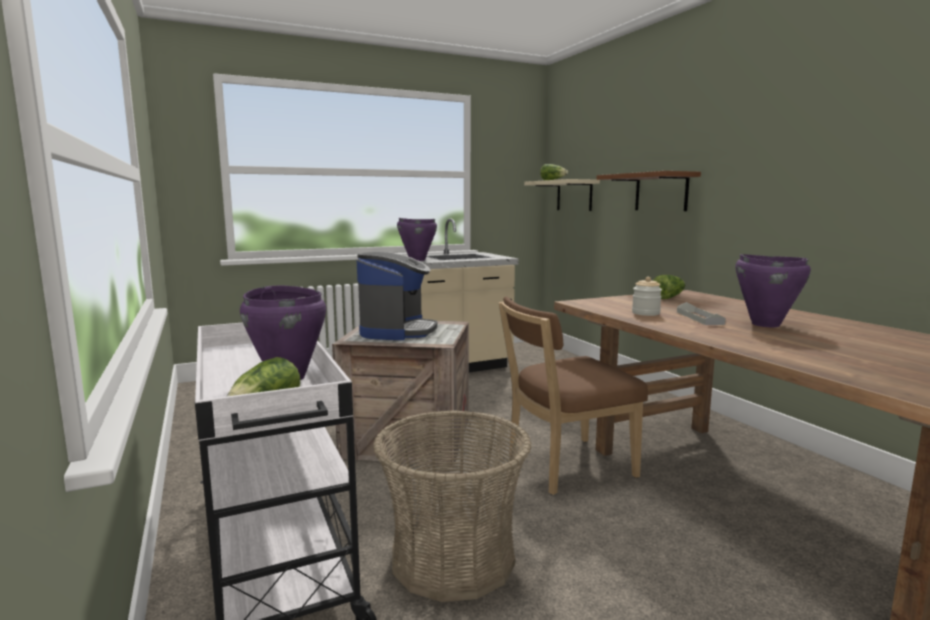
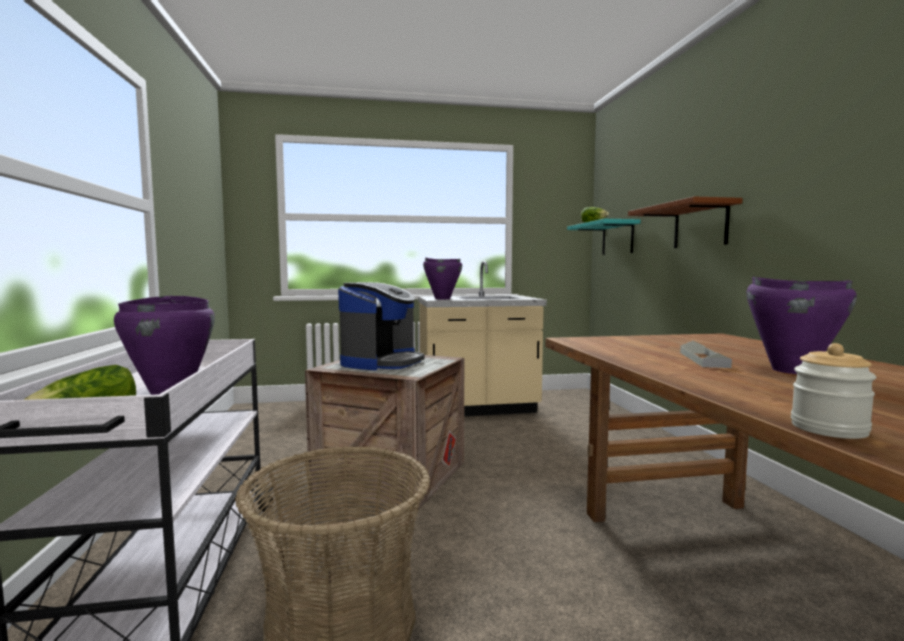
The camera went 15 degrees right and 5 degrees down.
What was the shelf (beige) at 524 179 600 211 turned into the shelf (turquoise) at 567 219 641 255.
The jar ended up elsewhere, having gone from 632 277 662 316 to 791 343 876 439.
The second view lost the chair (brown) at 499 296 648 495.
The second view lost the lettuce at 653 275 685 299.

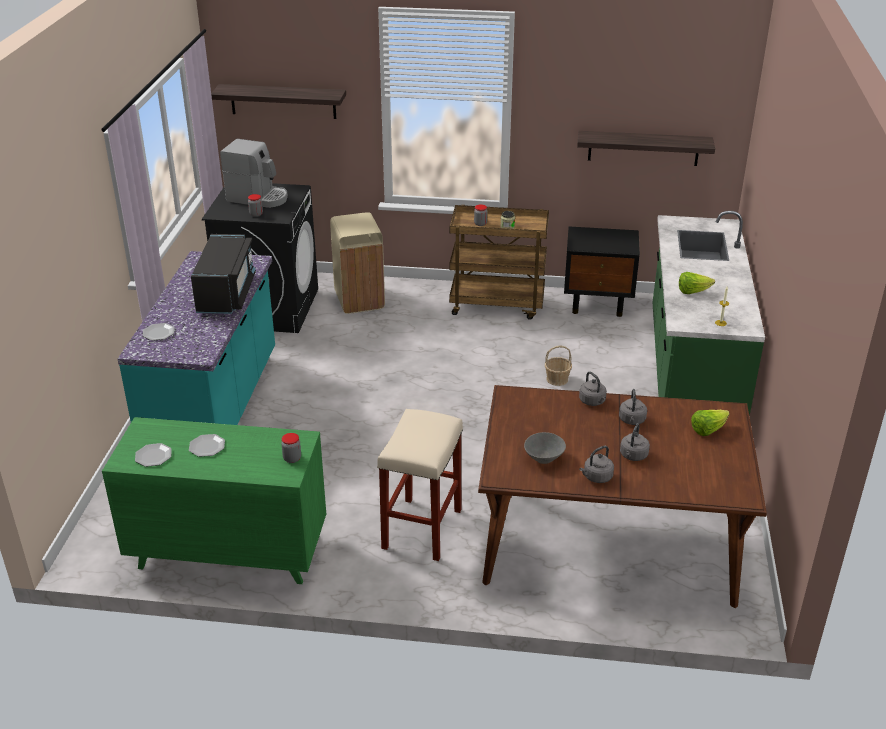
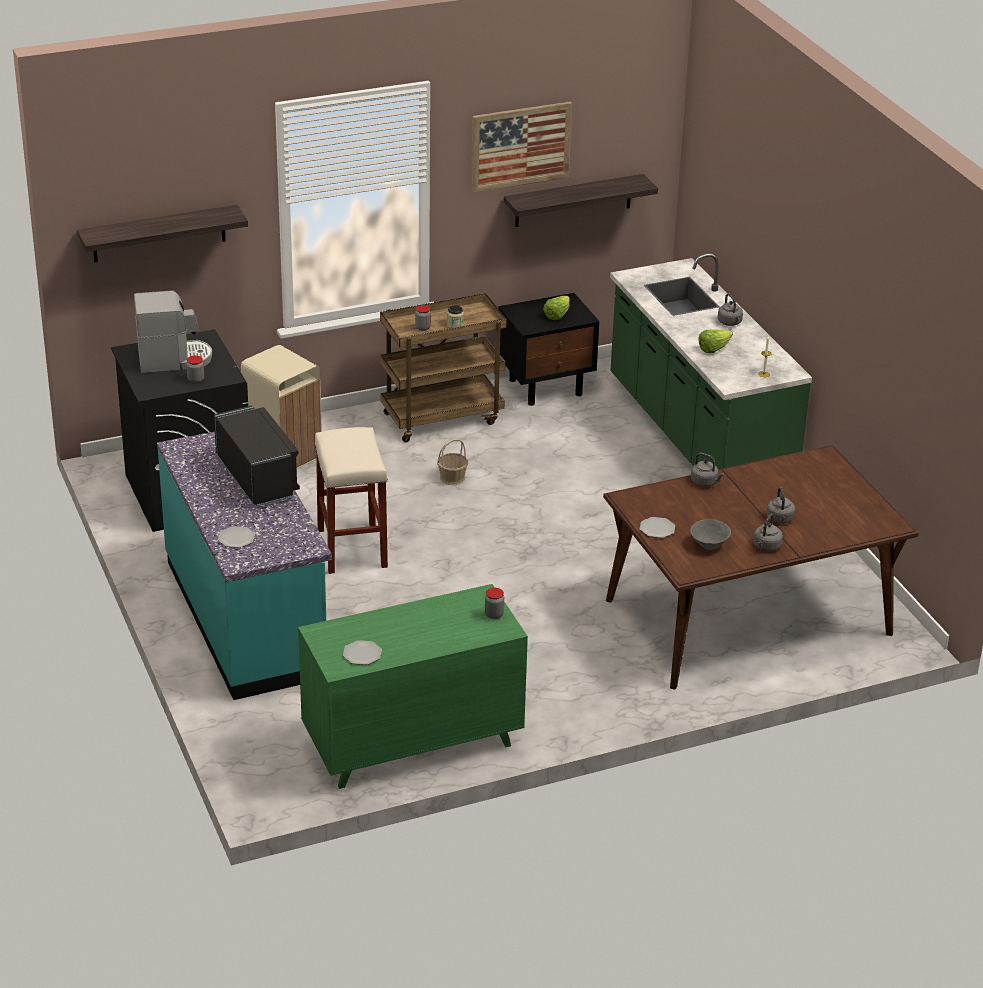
The camera went 30 degrees left and 0 degrees up.
The stool (beige) ended up elsewhere, having gone from 377 409 463 561 to 314 427 388 574.
The basket ended up elsewhere, having gone from 545 345 572 386 to 437 439 468 485.
The second view gained the picture at 471 101 572 193.
The lettuce ended up elsewhere, having gone from 691 410 729 436 to 543 296 570 320.
The plate ended up elsewhere, having gone from 189 434 225 457 to 640 517 675 538.
The kettle (grey) ended up elsewhere, having gone from 619 389 647 425 to 718 293 743 326.

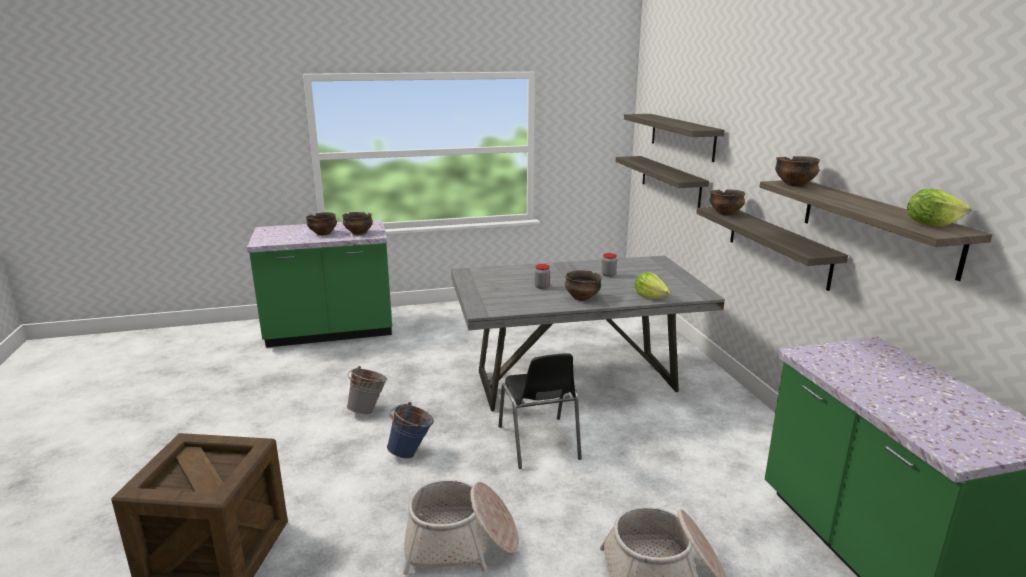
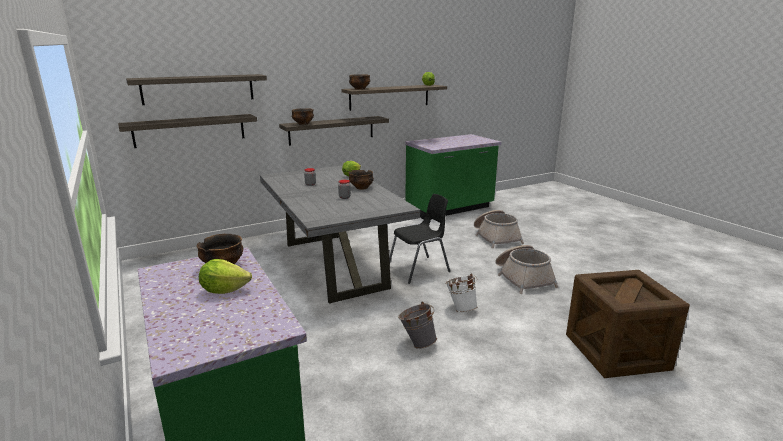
The camera went 105 degrees left and 0 degrees up.
Where the bowl stood at 306 212 337 235, the lettuce came to stand at 199 259 252 294.
What was the bucket (blue) at 387 402 434 459 turned into the bucket (white) at 445 273 478 312.

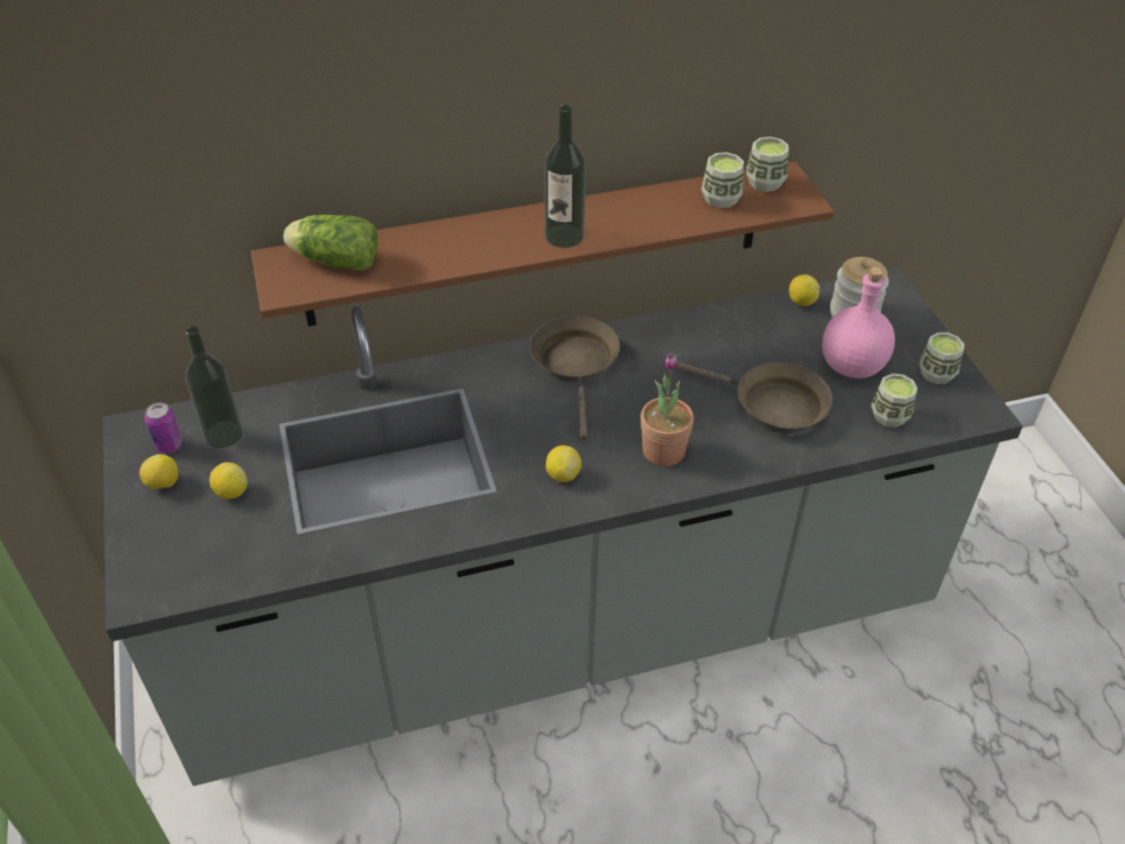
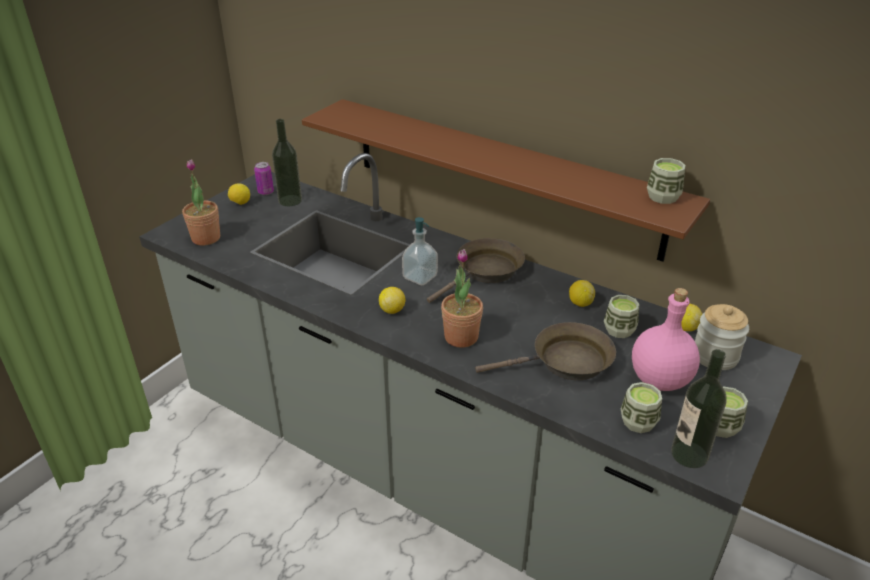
The camera went 50 degrees right and 10 degrees down.
The second view gained the potted plant at 182 159 220 245.
The second view gained the soap dispenser at 402 217 438 286.
The frying pan (brown) at 674 362 832 434 ended up facing another way, 90 degrees counterclockwise from before.
The lemon ended up elsewhere, having gone from 210 462 248 499 to 569 280 595 307.
The cup ended up elsewhere, having gone from 701 152 744 208 to 604 295 639 338.
The bottle ended up elsewhere, having gone from 544 104 586 248 to 671 349 727 468.
The second view lost the lettuce at 284 215 378 271.

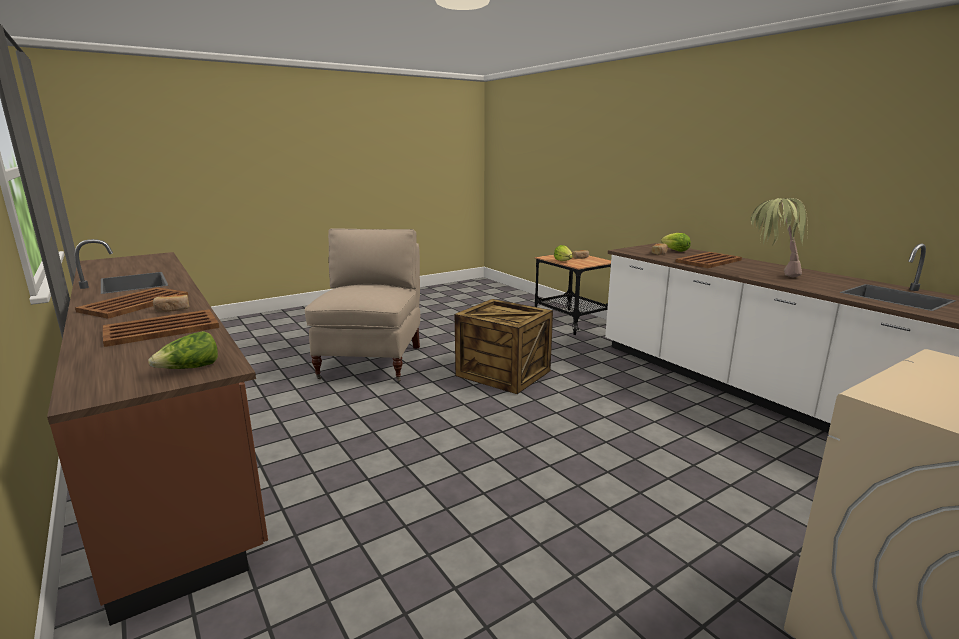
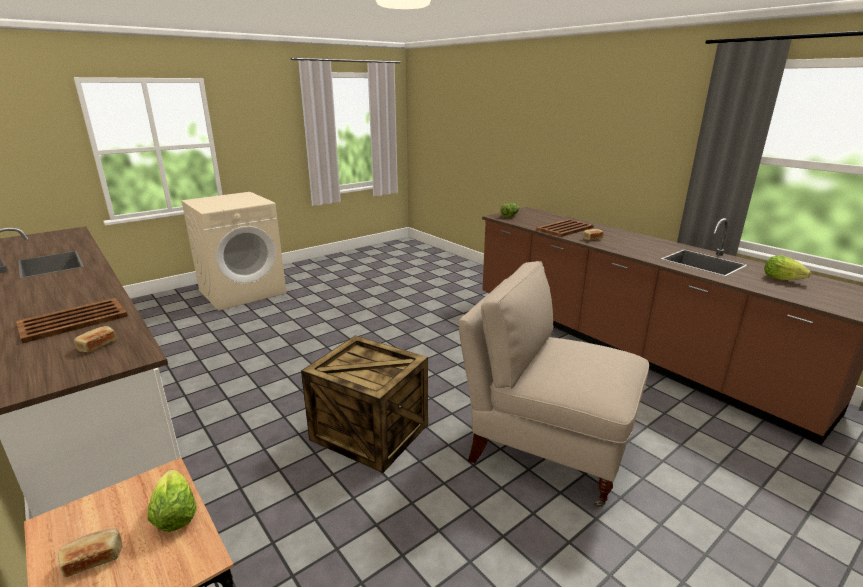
The camera went 175 degrees right and 5 degrees up.
The chair (beige) at 304 229 420 382 ended up facing another way, 120 degrees clockwise from before.
The lettuce ended up elsewhere, having gone from 661 233 691 252 to 764 255 811 280.
The second view lost the tray (brown) at 75 287 188 319.
The second view lost the potted plant at 751 198 808 278.

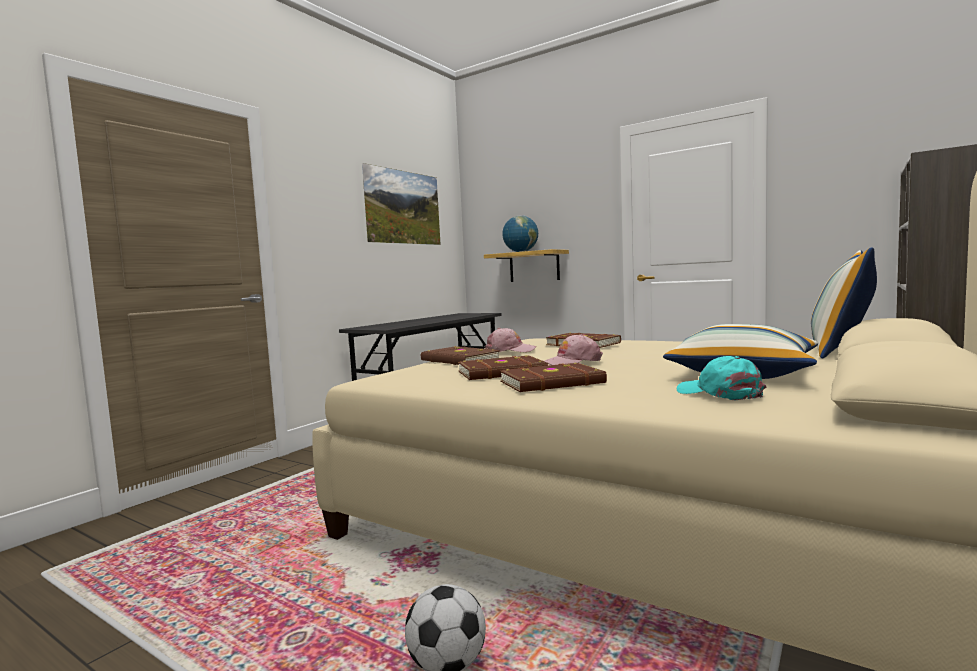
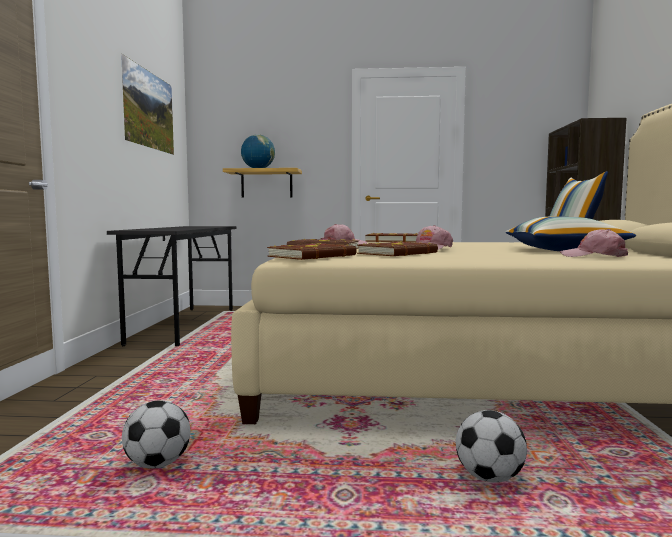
The camera went 30 degrees left and 0 degrees up.
The second view gained the football at 122 400 190 469.
The book (brown) ended up elsewhere, having gone from 500 363 607 392 to 267 243 356 260.
What was the cap (turquoise) at 677 356 766 400 turned into the cap (pink) at 560 229 628 257.

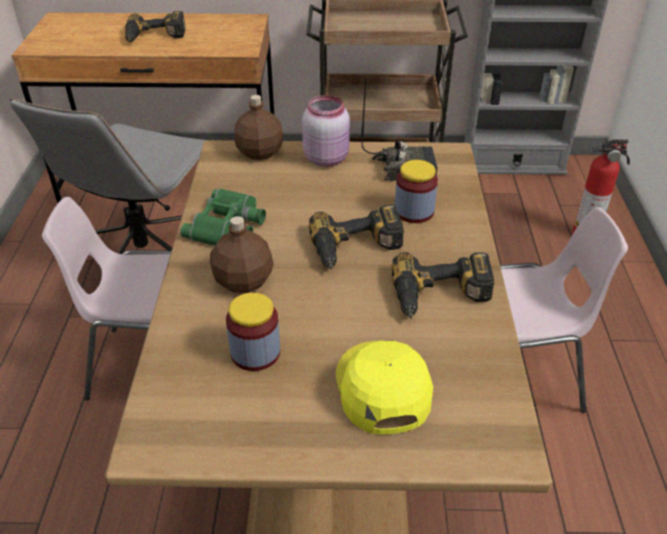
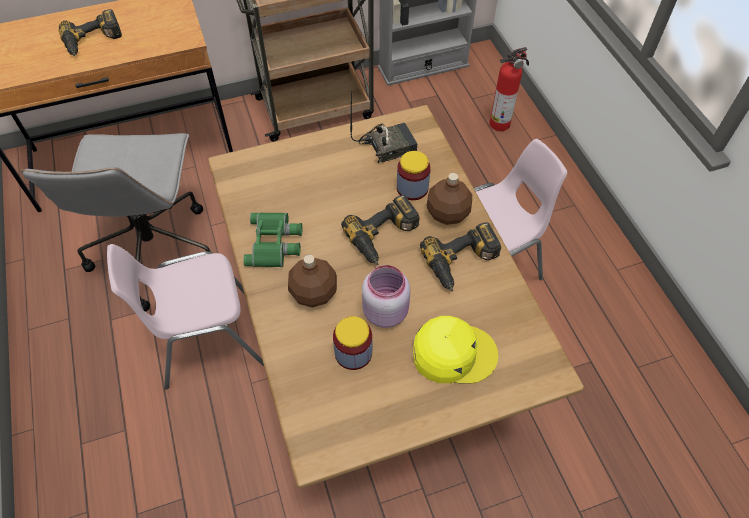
The camera went 20 degrees left and 15 degrees up.
The jar (pink) ended up elsewhere, having gone from 302 95 350 167 to 362 265 410 328.
The cap (yellow) at 336 341 433 435 ended up facing another way, 120 degrees clockwise from before.
The bottle (brown) ended up elsewhere, having gone from 235 95 283 160 to 426 173 472 225.

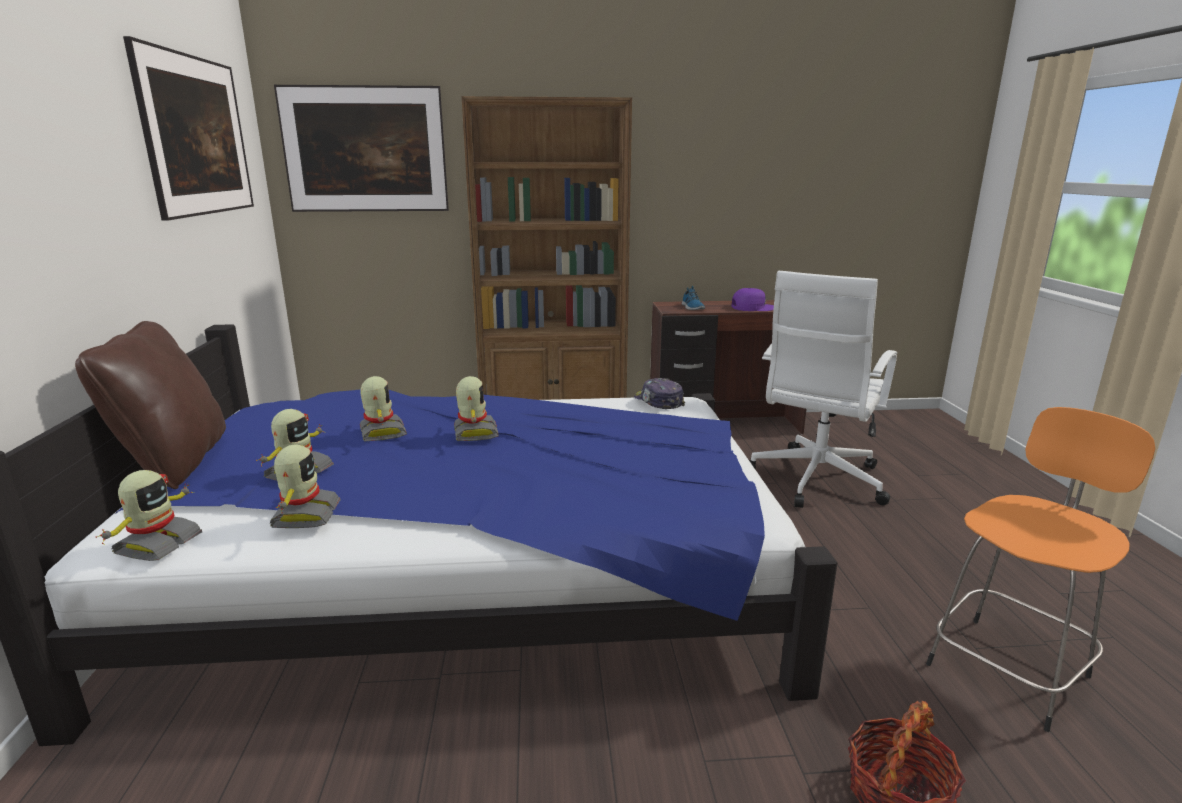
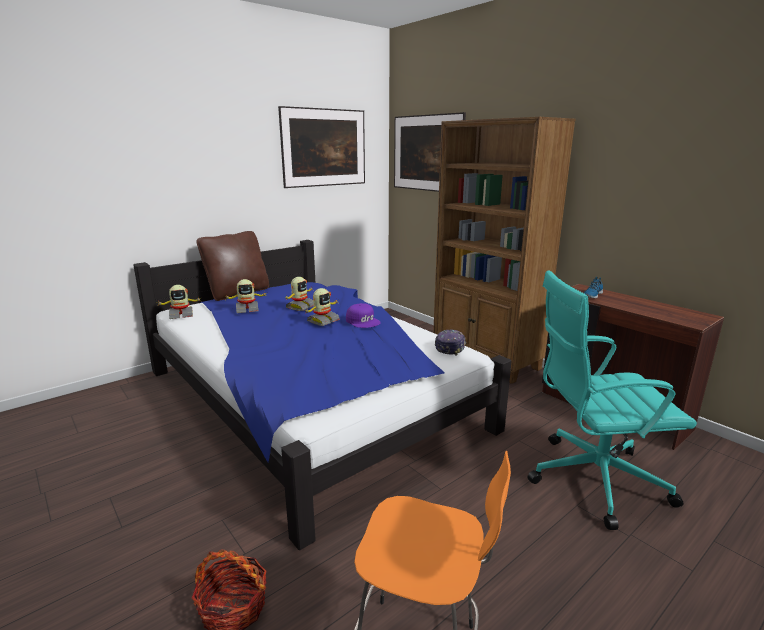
The camera went 55 degrees right and 0 degrees up.
The cap (purple) ended up elsewhere, having gone from 731 288 774 311 to 346 303 380 328.
What was the office chair (white) at 749 271 897 508 turned into the office chair (turquoise) at 527 271 697 530.
The second view lost the toy robot at 270 445 341 528.

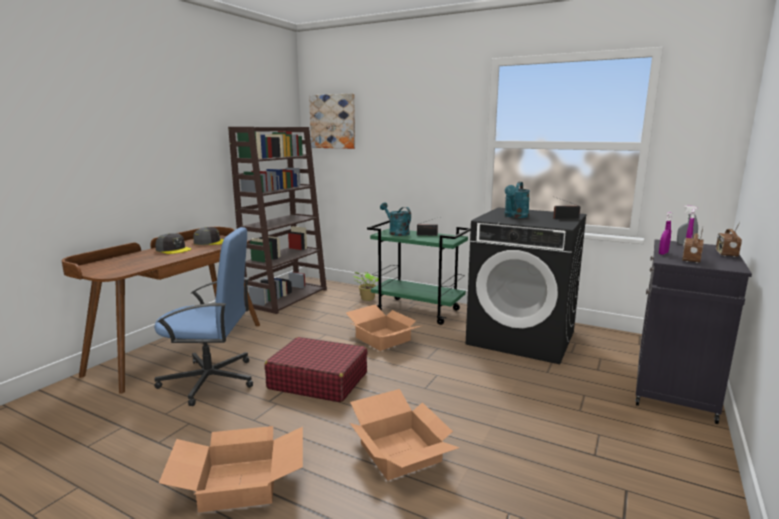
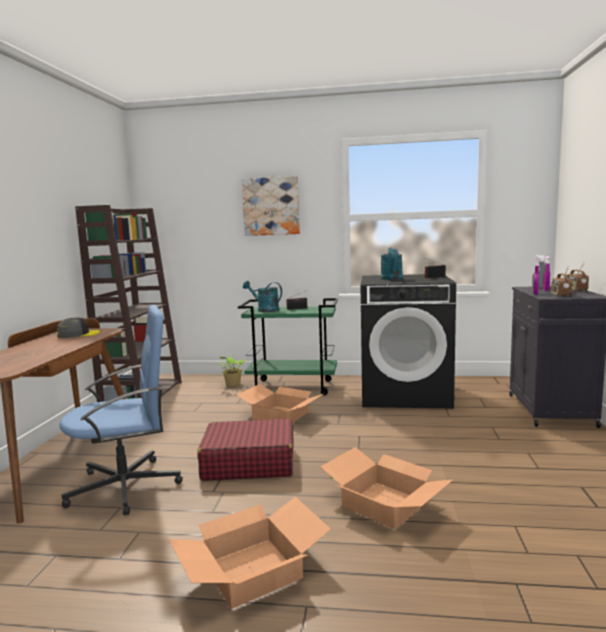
The camera went 20 degrees left and 5 degrees down.
The picture ended up elsewhere, having gone from 309 93 355 149 to 242 176 300 236.
The second view lost the cap (grey) at 155 233 191 254.

